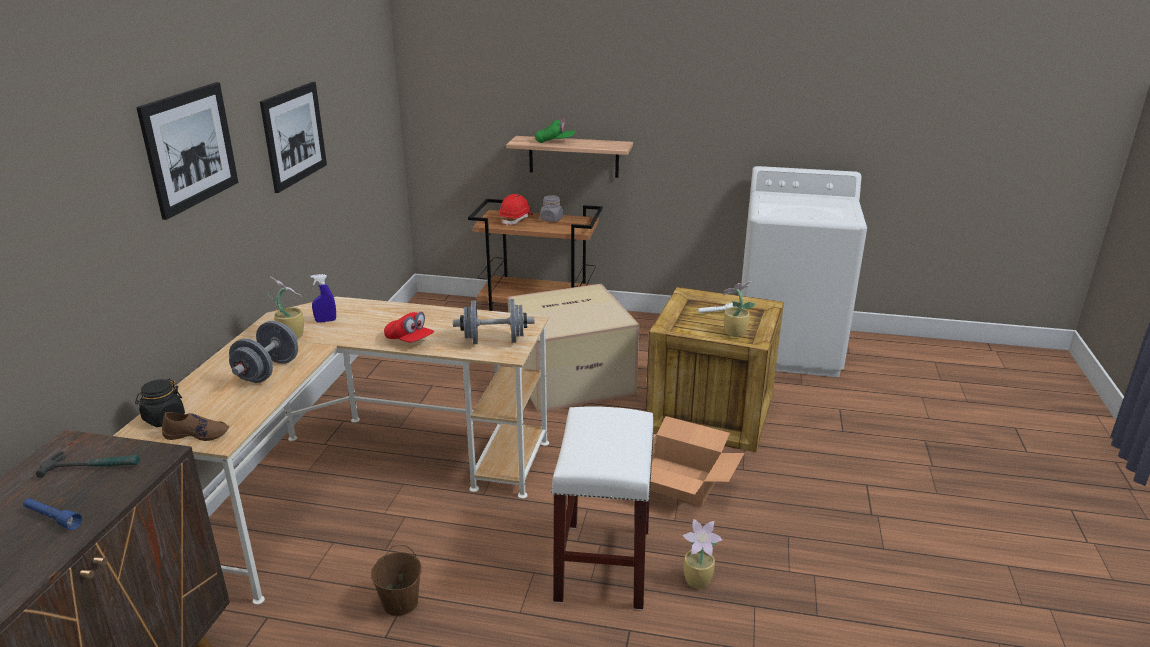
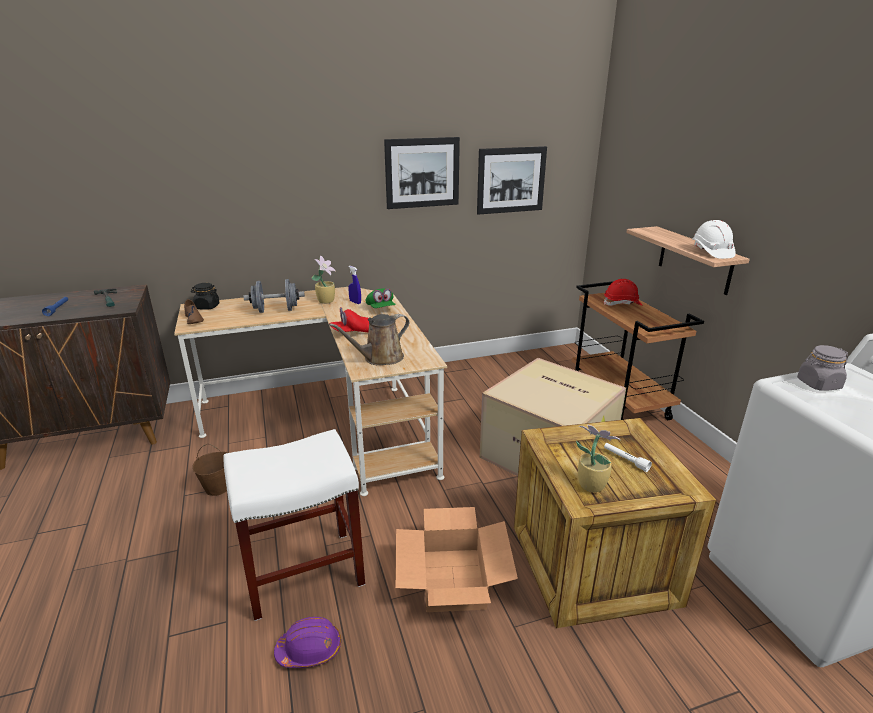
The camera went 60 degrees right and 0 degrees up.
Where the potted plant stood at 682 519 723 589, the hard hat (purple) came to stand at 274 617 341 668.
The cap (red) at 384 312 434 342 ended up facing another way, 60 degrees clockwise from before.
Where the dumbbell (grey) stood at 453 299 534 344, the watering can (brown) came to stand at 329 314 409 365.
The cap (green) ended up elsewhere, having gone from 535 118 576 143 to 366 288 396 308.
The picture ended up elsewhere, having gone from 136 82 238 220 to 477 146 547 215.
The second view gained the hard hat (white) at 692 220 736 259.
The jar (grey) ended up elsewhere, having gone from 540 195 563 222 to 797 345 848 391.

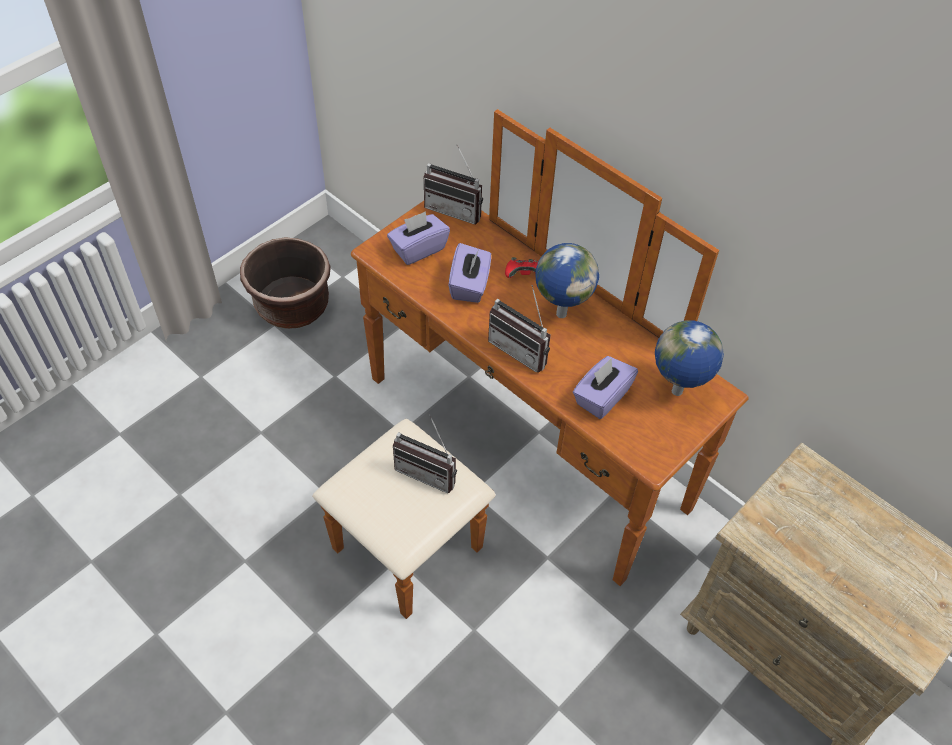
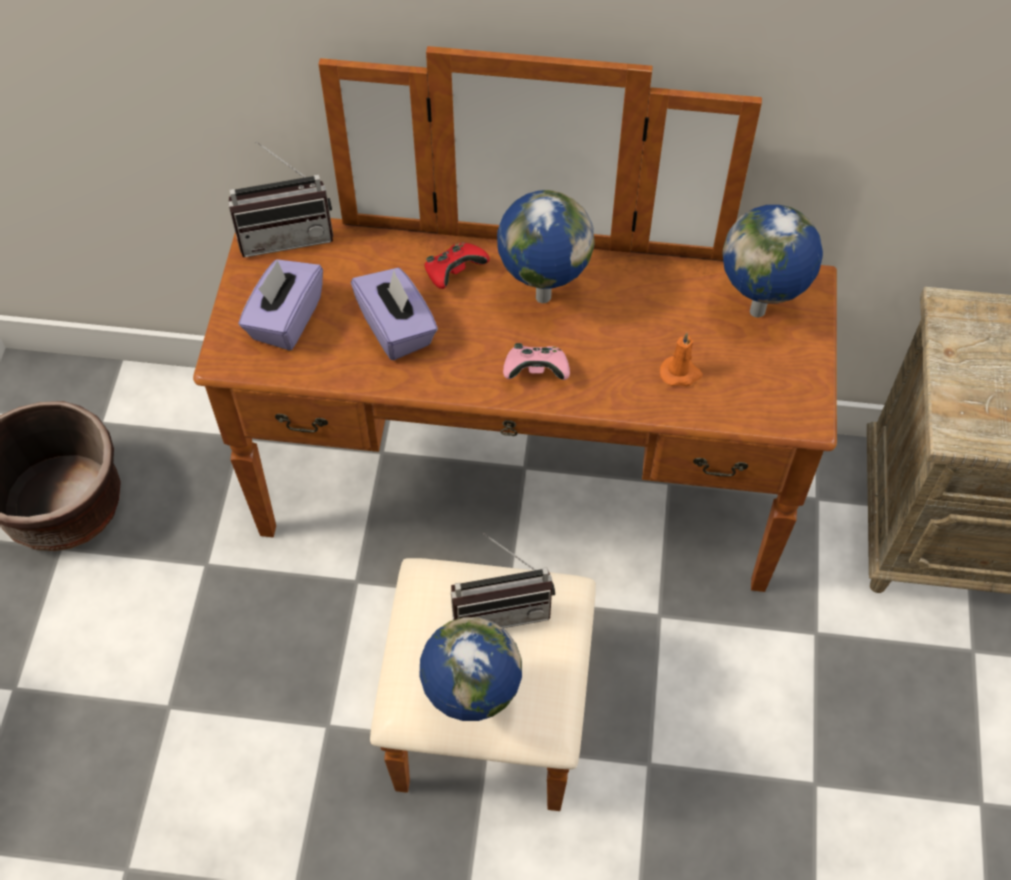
The camera went 35 degrees left and 5 degrees up.
The second view gained the globe at 419 617 522 721.
Where the radio stood at 488 285 551 373, the game controller (pink) came to stand at 503 343 570 380.
Where the tissue box (purple) stood at 573 356 638 419, the candle (orange) came to stand at 660 333 703 386.

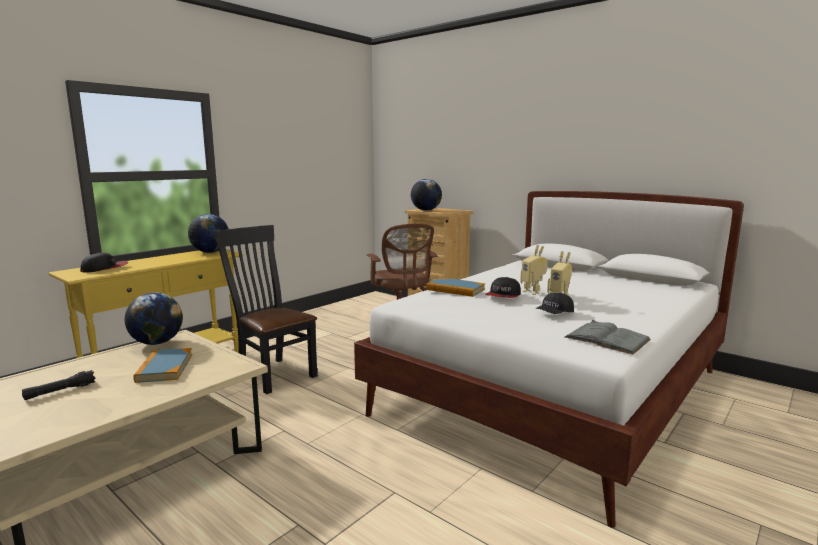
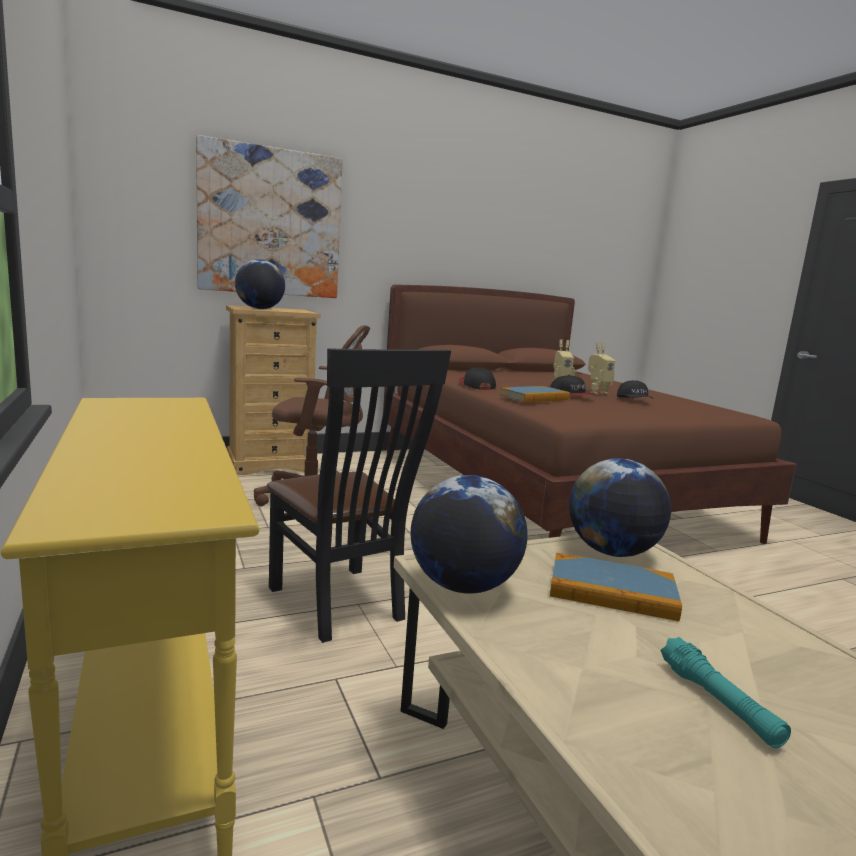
The camera went 65 degrees left and 0 degrees up.
The second view gained the picture at 196 135 343 298.
The chair (black) at 214 225 317 394 ended up facing another way, 105 degrees counterclockwise from before.
What was the bed (white) at 354 191 744 528 turned into the bed (brown) at 383 284 796 544.
The cap ended up elsewhere, having gone from 80 253 128 273 to 459 368 496 390.
The globe ended up elsewhere, having gone from 188 214 229 253 to 569 459 671 557.
What was the flashlight (black) at 22 370 95 400 turned into the flashlight (turquoise) at 661 637 791 748.
The second view lost the book (grey) at 565 320 651 354.

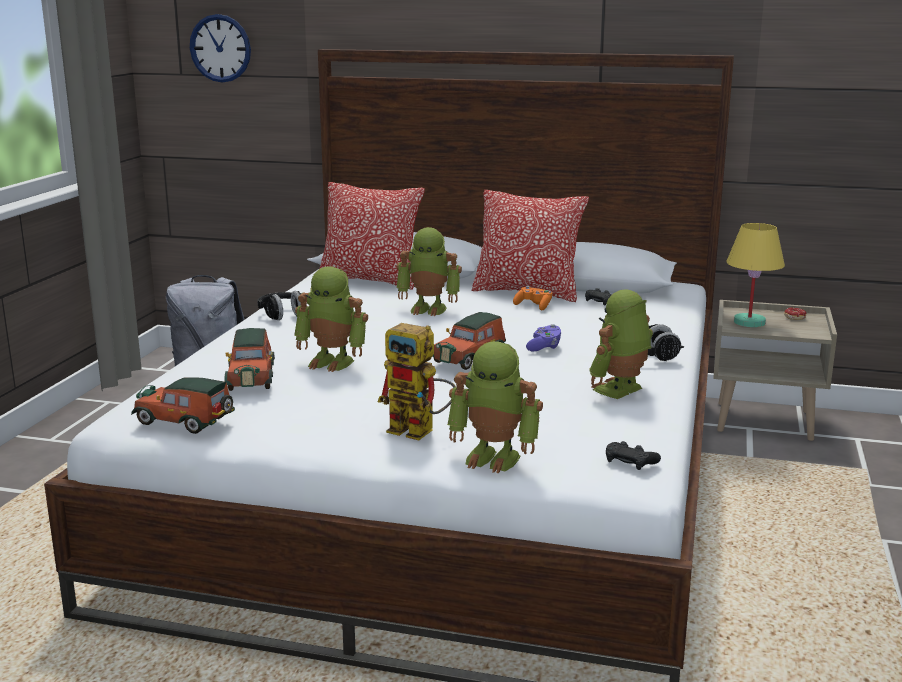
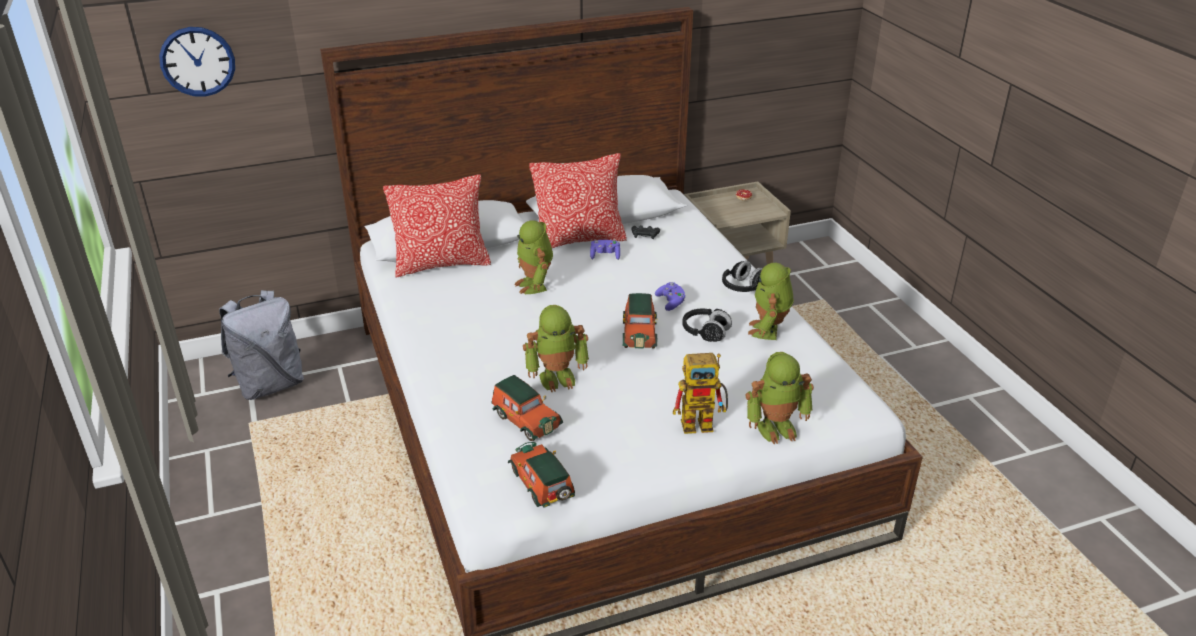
The camera went 35 degrees left and 15 degrees up.
The toy car at 131 377 235 434 ended up facing another way, 75 degrees clockwise from before.
The toy robot at 397 227 462 316 ended up facing another way, 90 degrees clockwise from before.
What was the game controller (orange) at 513 286 553 310 turned into the game controller (purple) at 590 240 620 260.
The headphones (black) ended up elsewhere, having gone from 257 291 302 320 to 682 309 732 342.
The second view lost the game controller (black) at 606 441 661 470.
The second view lost the table lamp (yellow) at 726 223 785 327.

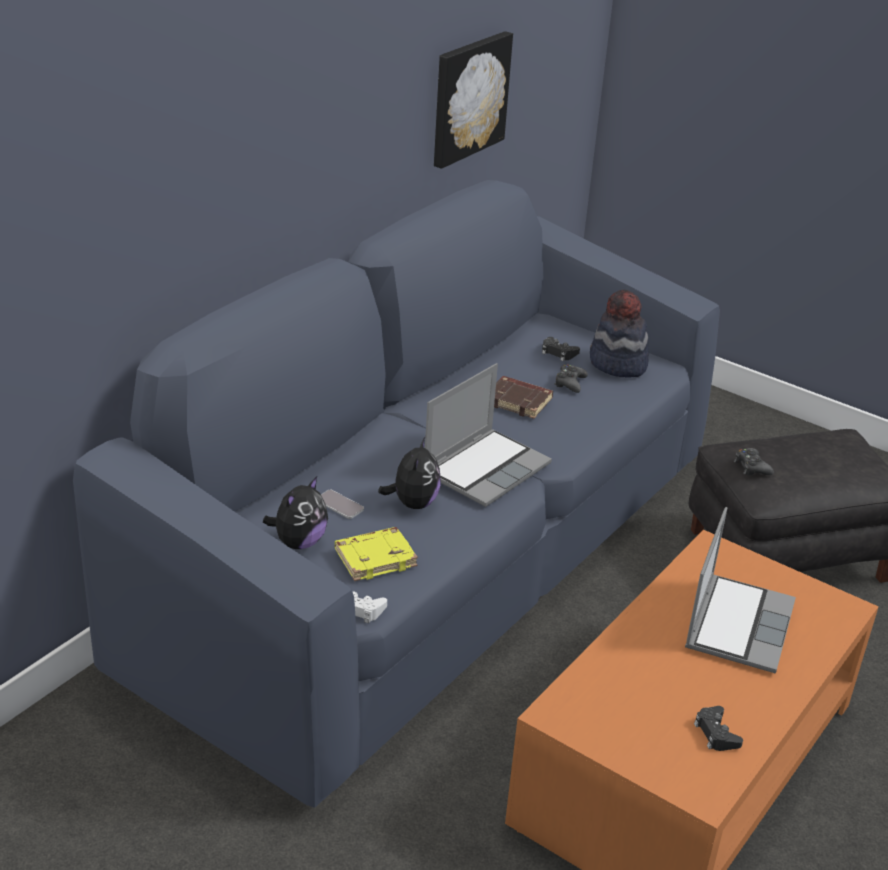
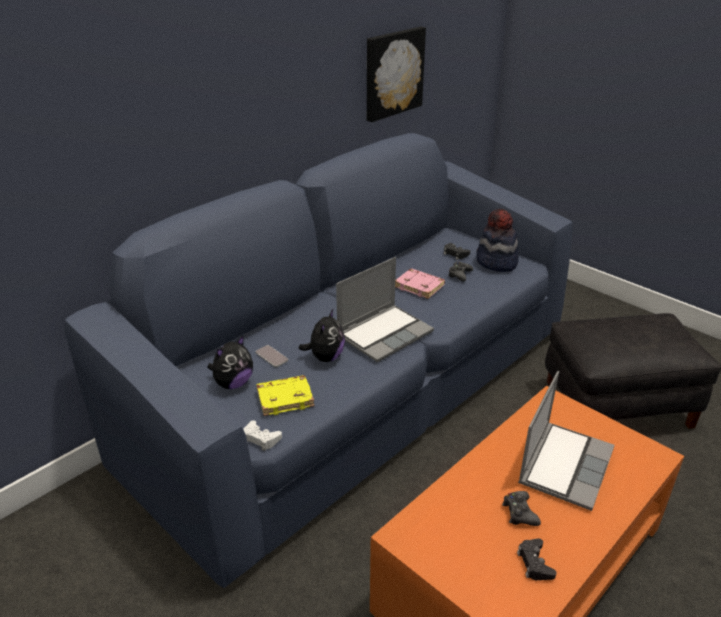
The camera went 10 degrees right and 0 degrees up.
What was the book (brown) at 494 376 553 419 turned into the book (pink) at 395 268 445 299.
The game controller (black) ended up elsewhere, having gone from 734 448 774 476 to 502 491 541 526.

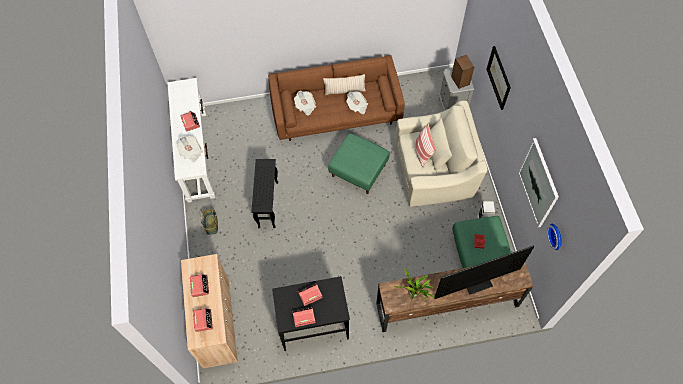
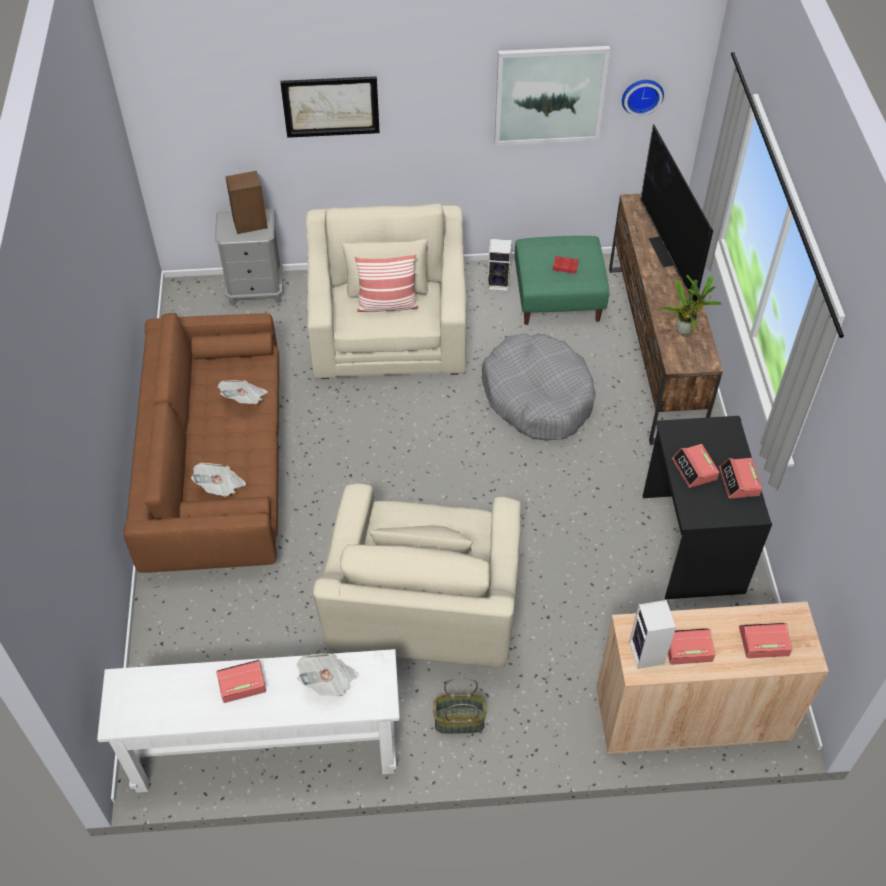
The camera went 85 degrees left and 10 degrees down.
Where the side table (black) stood at 251 159 278 228, the armchair (beige) came to stand at 313 483 521 668.
The second view gained the dog bed (grey) at 482 333 595 441.
The second view gained the speaker at 629 600 676 669.
The second view lost the pillow (beige) at 323 74 366 96.
The second view lost the ottoman (green) at 328 133 390 194.

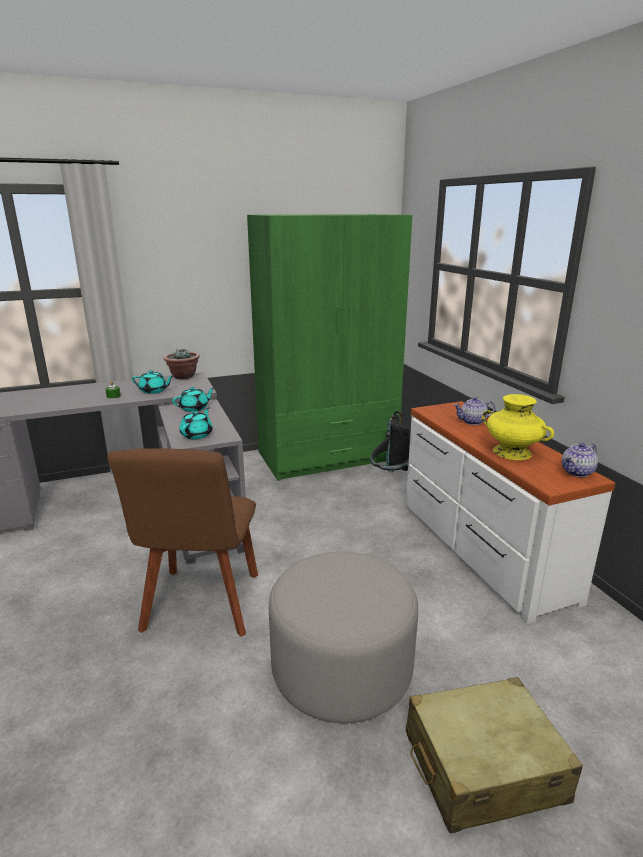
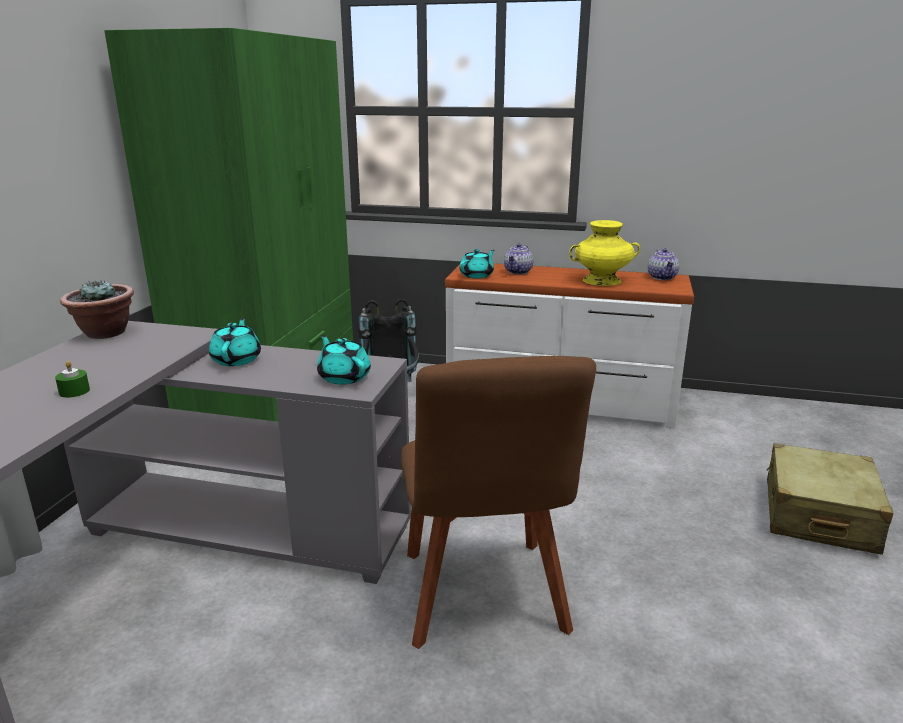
The camera went 55 degrees left and 0 degrees up.
The chair (brown) at 107 448 258 637 ended up facing another way, 45 degrees clockwise from before.
The teapot (turquoise) ended up elsewhere, having gone from 132 370 175 394 to 459 249 494 278.
The second view lost the ottoman (grey) at 269 551 418 723.

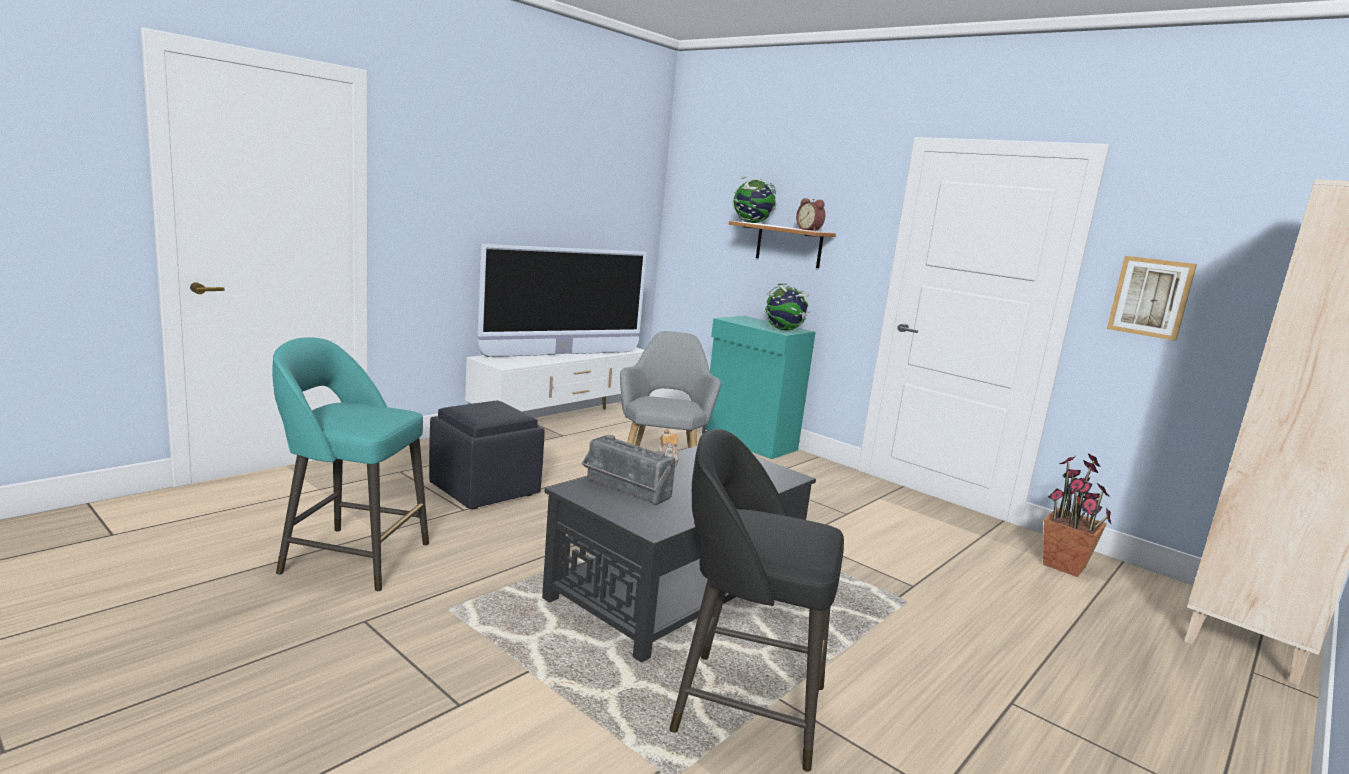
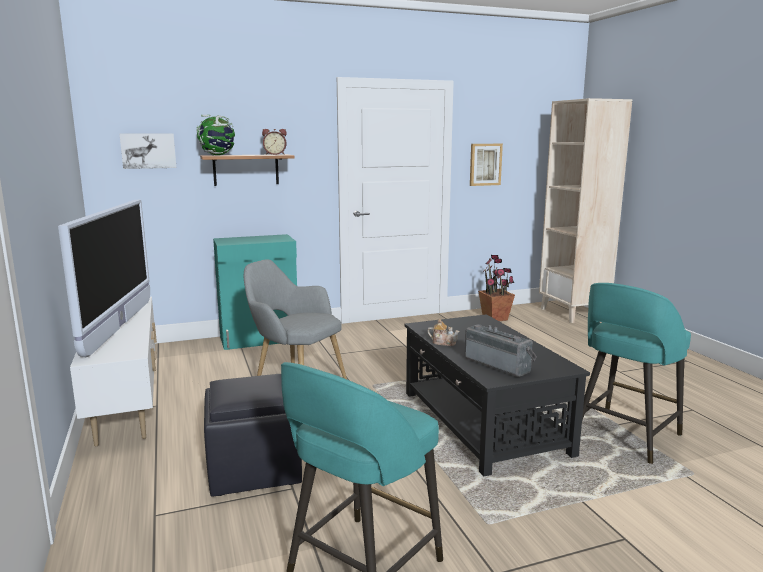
The camera went 60 degrees left and 0 degrees up.
The second view gained the picture at 119 133 176 169.
The radio at 582 435 675 505 ended up facing another way, 105 degrees counterclockwise from before.
What was the stool (black) at 669 429 844 772 turned into the stool (turquoise) at 582 283 691 464.
The second view lost the globe at 764 283 810 331.

